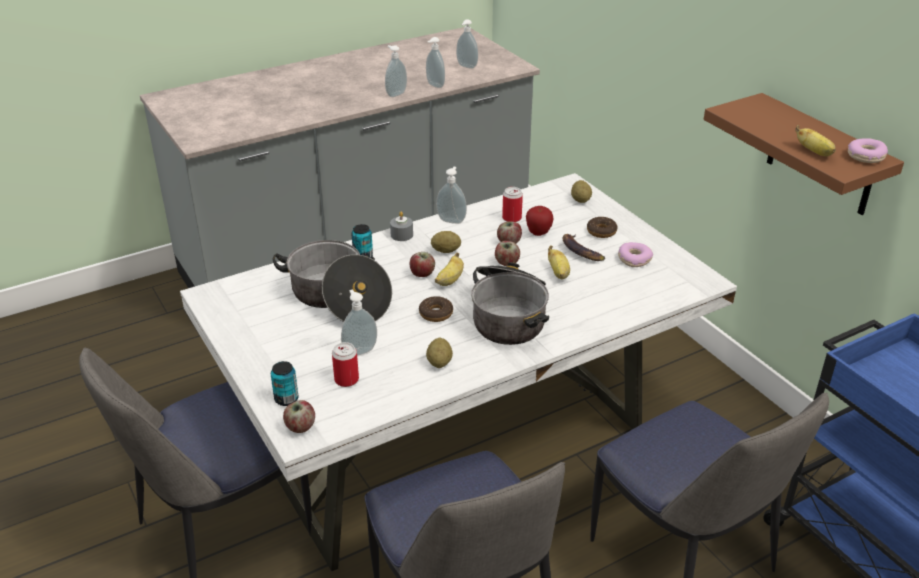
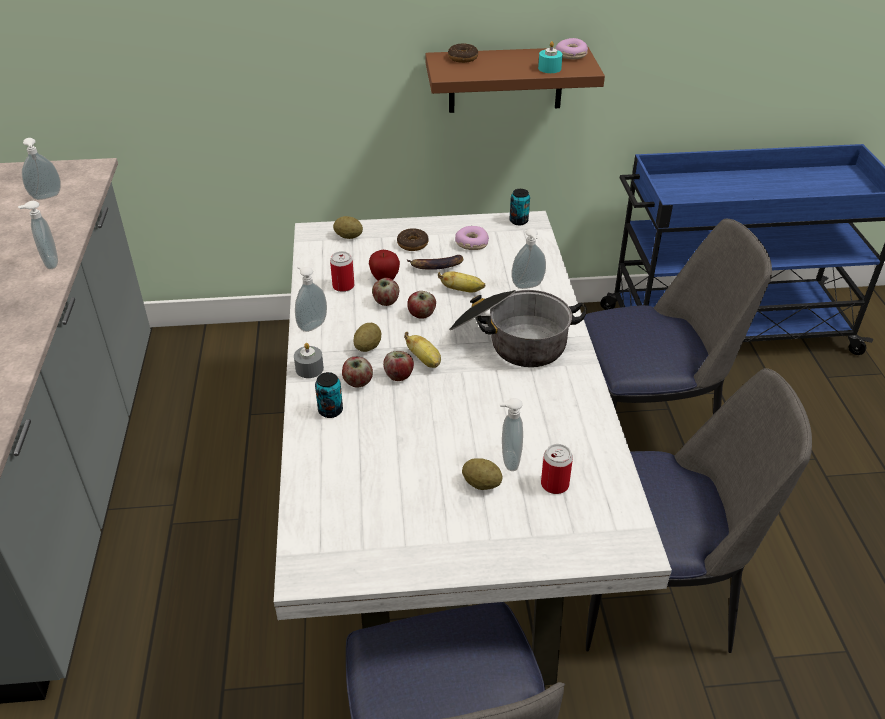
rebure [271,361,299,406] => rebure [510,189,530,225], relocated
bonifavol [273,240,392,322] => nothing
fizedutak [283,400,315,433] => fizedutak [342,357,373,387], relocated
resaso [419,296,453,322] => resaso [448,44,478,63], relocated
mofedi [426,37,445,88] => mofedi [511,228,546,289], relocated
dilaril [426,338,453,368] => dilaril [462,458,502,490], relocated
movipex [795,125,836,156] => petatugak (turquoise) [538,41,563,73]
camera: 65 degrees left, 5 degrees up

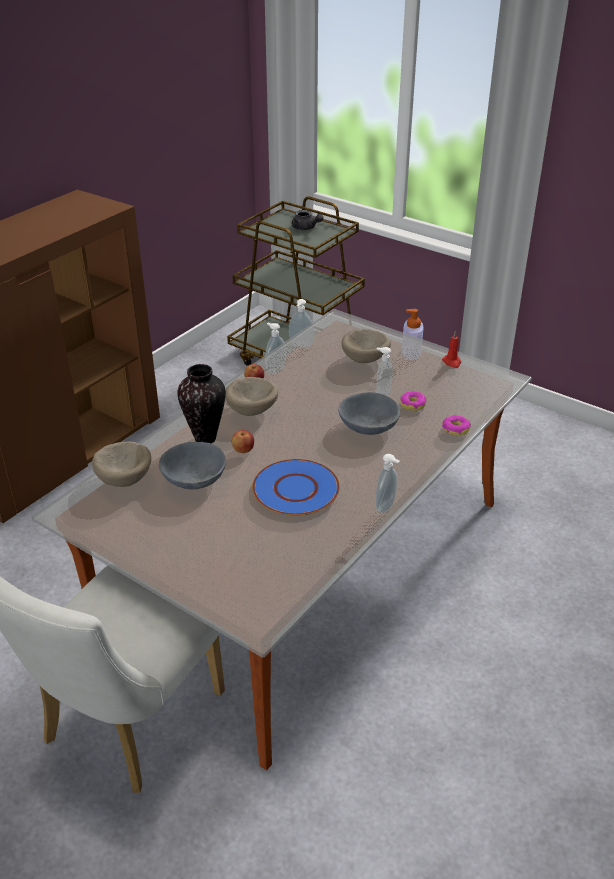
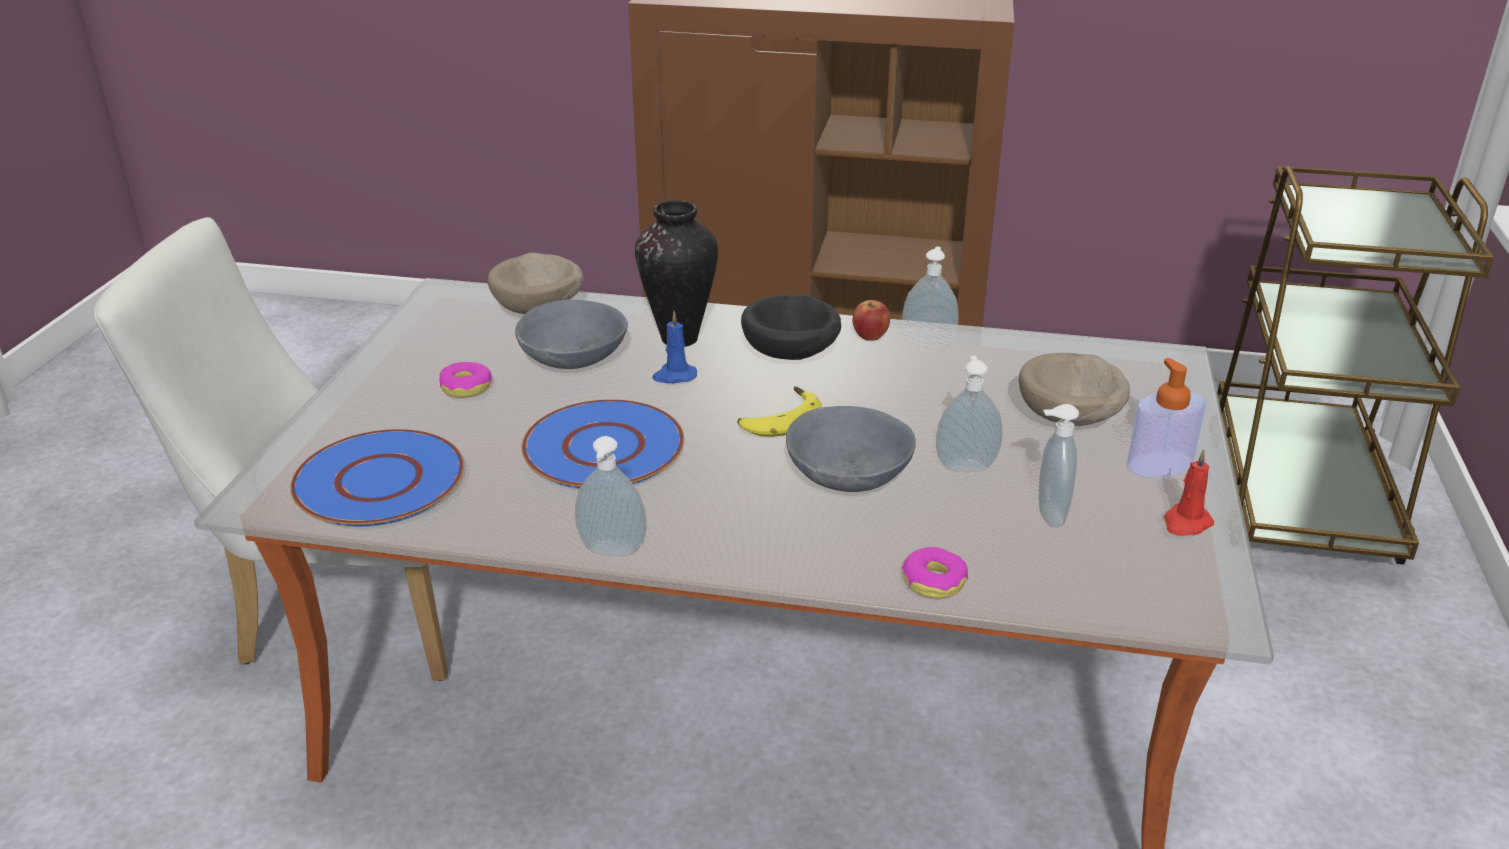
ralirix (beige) [225,377,278,416] => ralirix (black) [741,294,841,360]
fizedutak [232,430,254,453] => petatugak (blue) [652,311,697,383]
mofedi [289,299,315,348] => mofedi [1039,404,1079,527], relocated
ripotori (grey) [292,210,324,230] => nothing
resaso [400,391,426,411] => resaso [439,362,492,397], relocated
nothing => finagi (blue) [290,429,464,526]
nothing => movipex [737,386,822,437]
camera: 65 degrees right, 5 degrees down

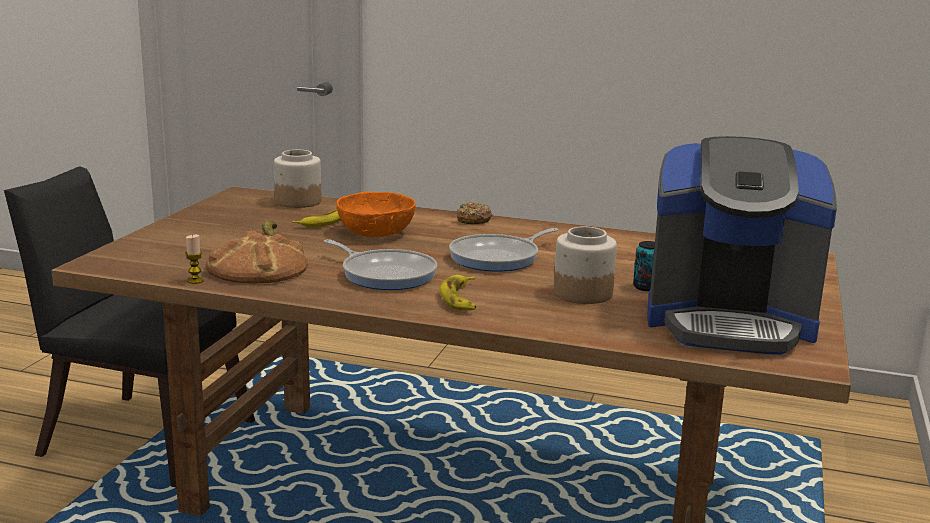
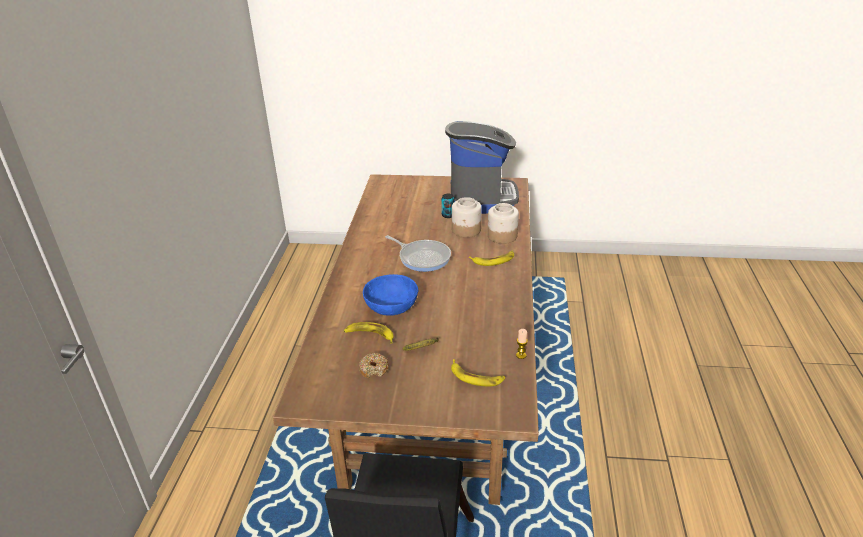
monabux [206,231,308,284] => nothing
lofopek [274,150,321,208] => lofopek [488,203,519,244], relocated
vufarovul [324,239,437,290] => nothing
ralirix (orange) [337,191,416,237] => ralirix (blue) [363,274,418,316]
resaso [457,202,493,224] => resaso [359,353,389,378], relocated
nothing => movipex [451,359,505,387]
camera: 100 degrees left, 15 degrees up

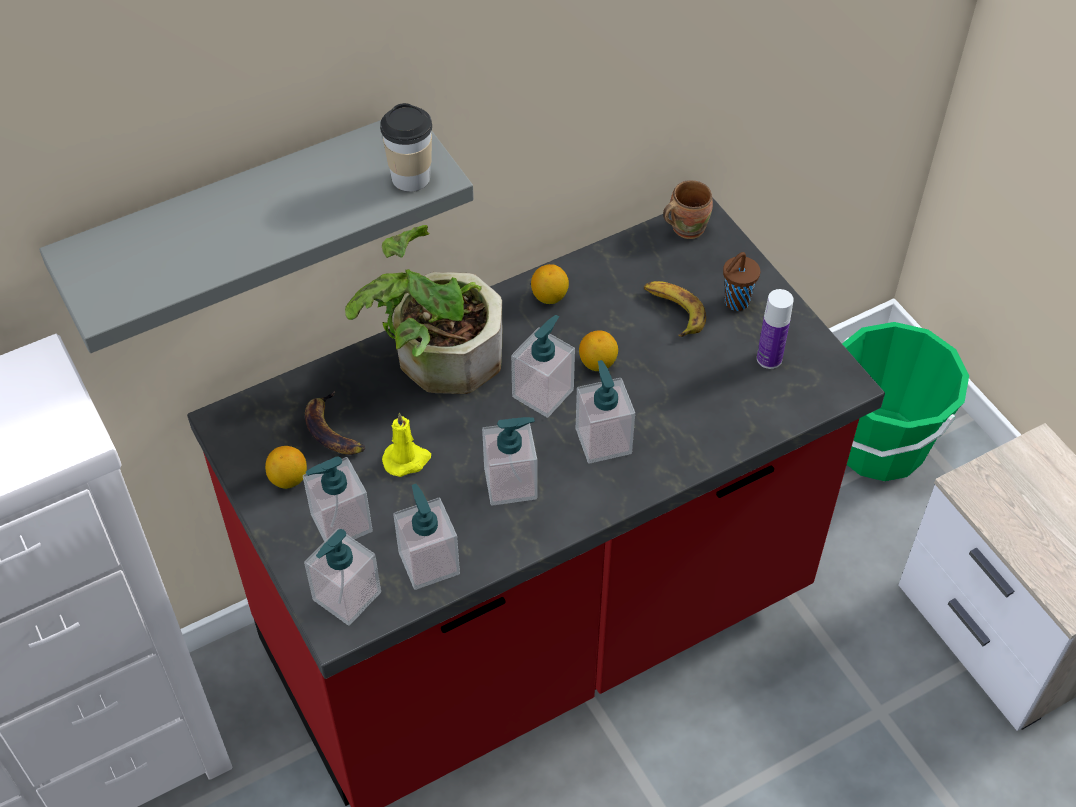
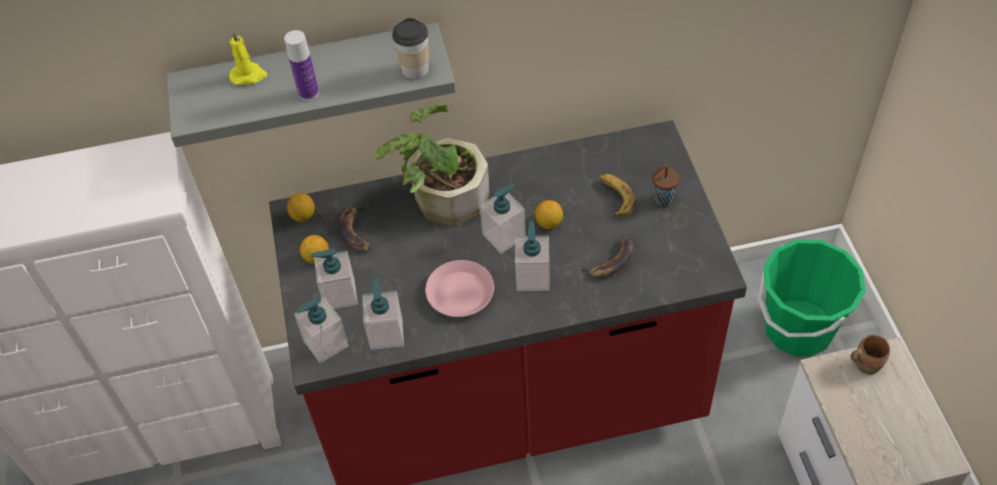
petatugak (yellow) [382,413,431,477] => petatugak (yellow) [229,30,268,85], relocated
mofedi [482,417,537,506] => finagi (pink) [425,260,494,317]
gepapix [531,264,569,304] => gepapix [287,193,315,222], relocated
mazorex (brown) [663,180,713,239] => mazorex (brown) [851,335,890,375], relocated
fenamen [757,289,794,369] => fenamen [284,30,319,100], relocated
nothing => movipex [578,236,633,277]
camera: 20 degrees right, 0 degrees up

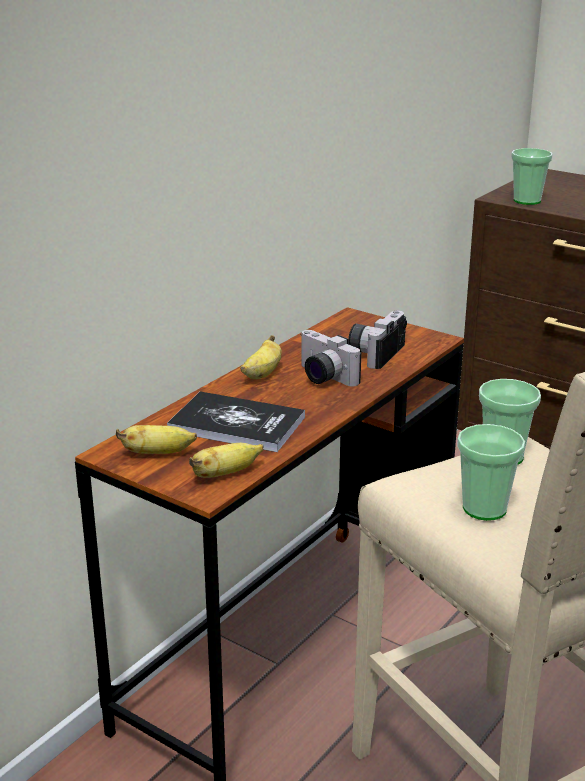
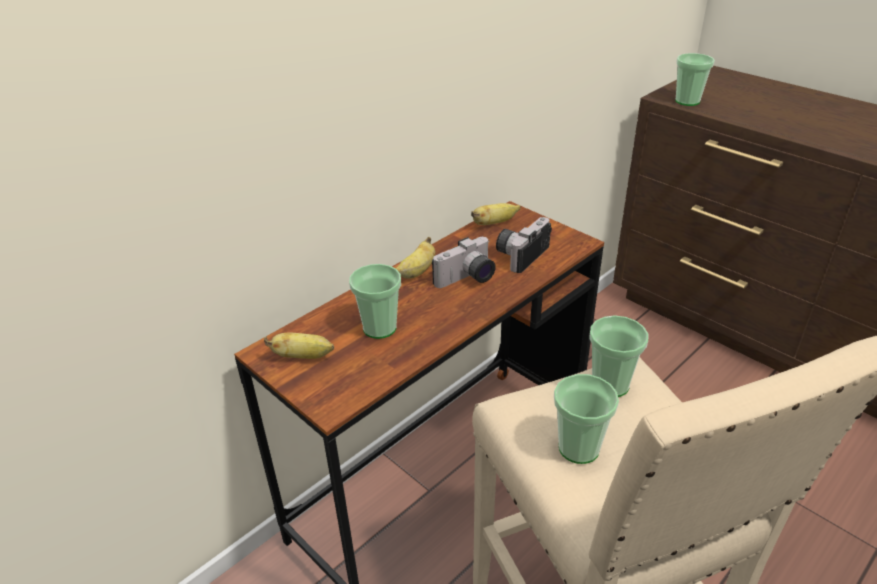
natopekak [167,391,305,452] => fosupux [349,264,401,339]
movipex [189,443,263,478] => movipex [471,203,521,225], relocated
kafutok [300,330,361,387] => kafutok [432,237,496,288], 90 degrees counterclockwise
camera: 10 degrees right, 10 degrees up

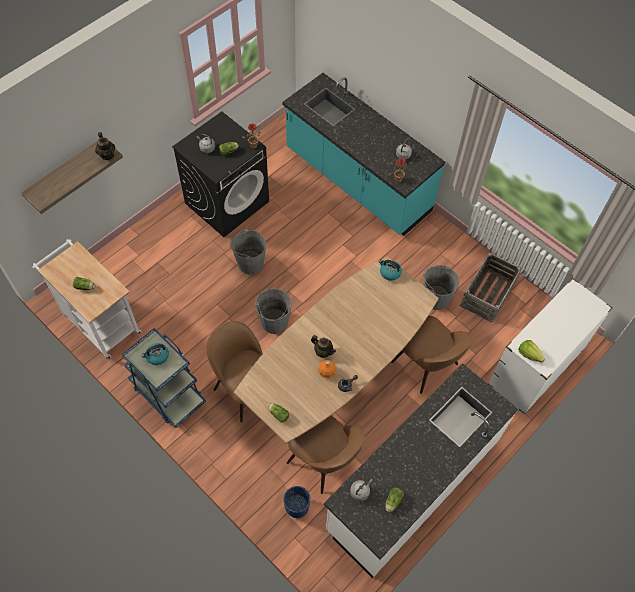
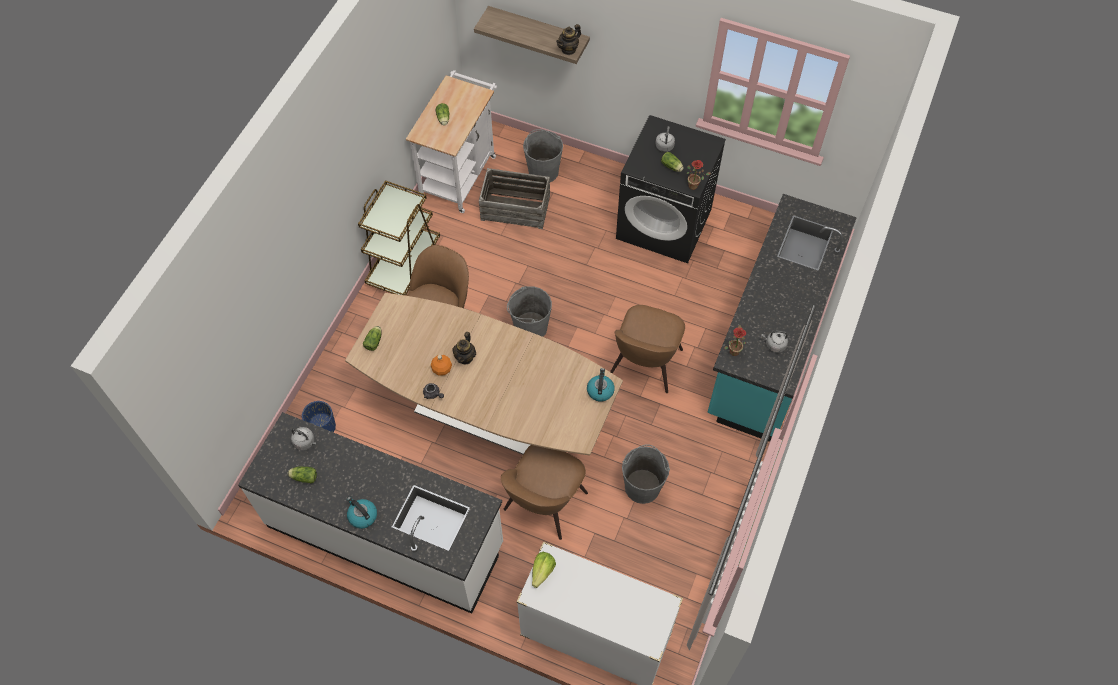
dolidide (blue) [121,328,206,428] => dolidide (brown) [358,180,440,296]
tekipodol [141,343,169,365] => tekipodol [347,496,377,529], relocated
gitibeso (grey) [230,229,266,274] => gitibeso (grey) [523,129,563,182], relocated
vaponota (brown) [287,415,365,494] => vaponota (brown) [610,305,685,393], relocated
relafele [460,252,522,323] => relafele [479,168,550,229], relocated
camera: 70 degrees right, 0 degrees up

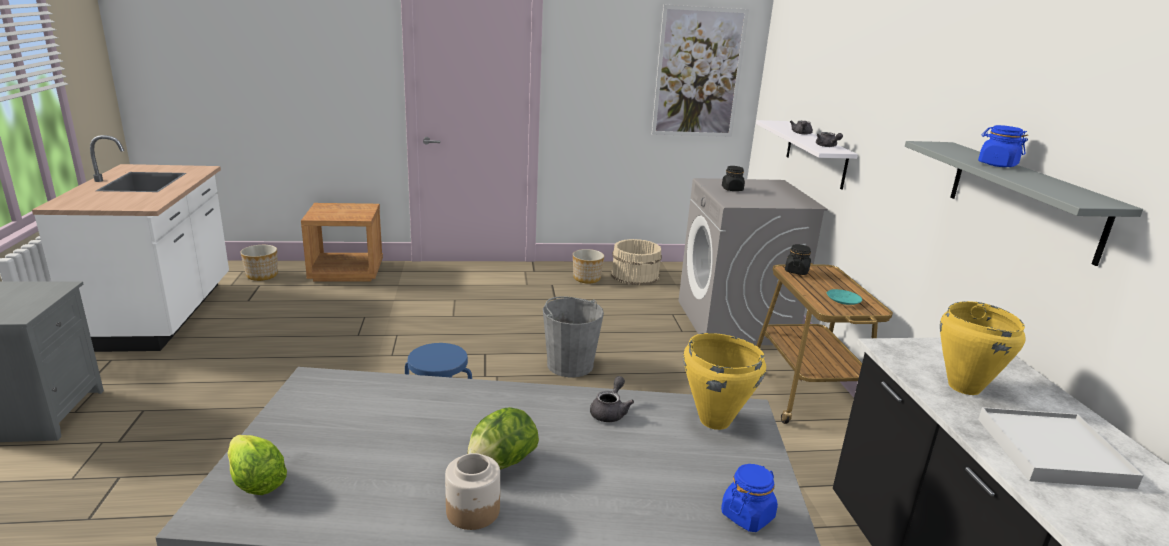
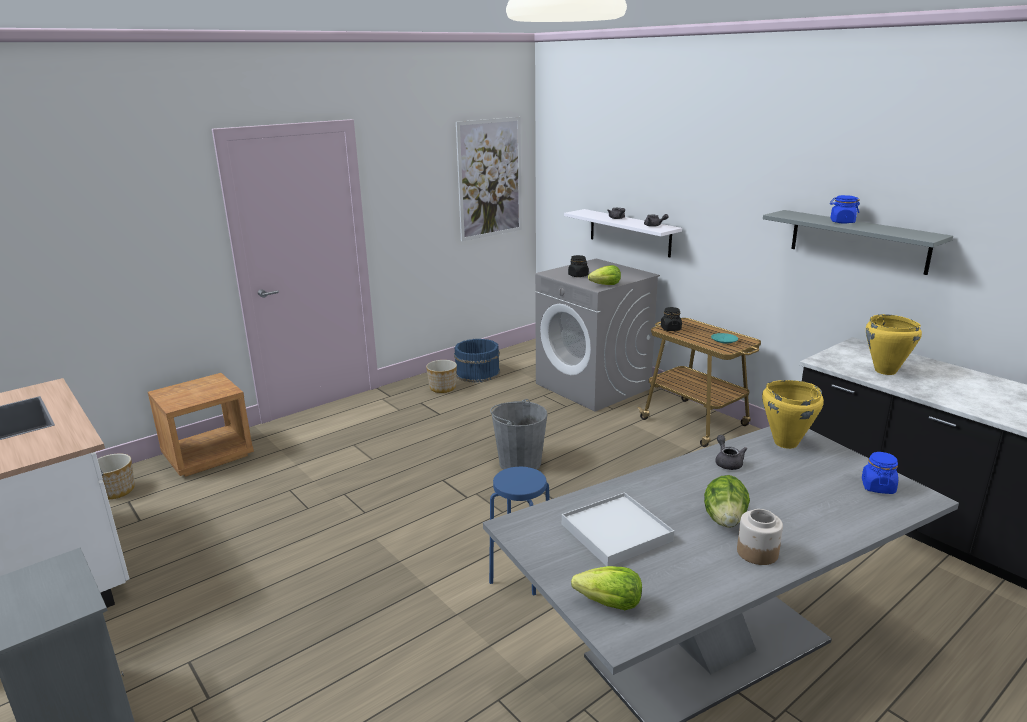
gitibeso (beige) [611,239,662,285] => gitibeso (blue) [454,339,500,383]
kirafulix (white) [978,407,1144,489] => kirafulix (white) [562,492,674,566], relocated
nothing => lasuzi [588,265,621,285]
camera: 30 degrees left, 0 degrees up

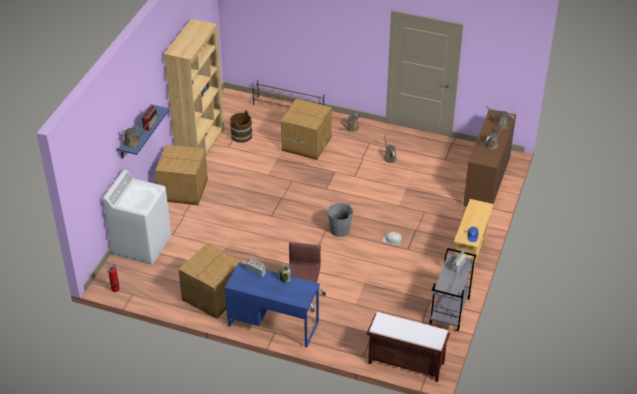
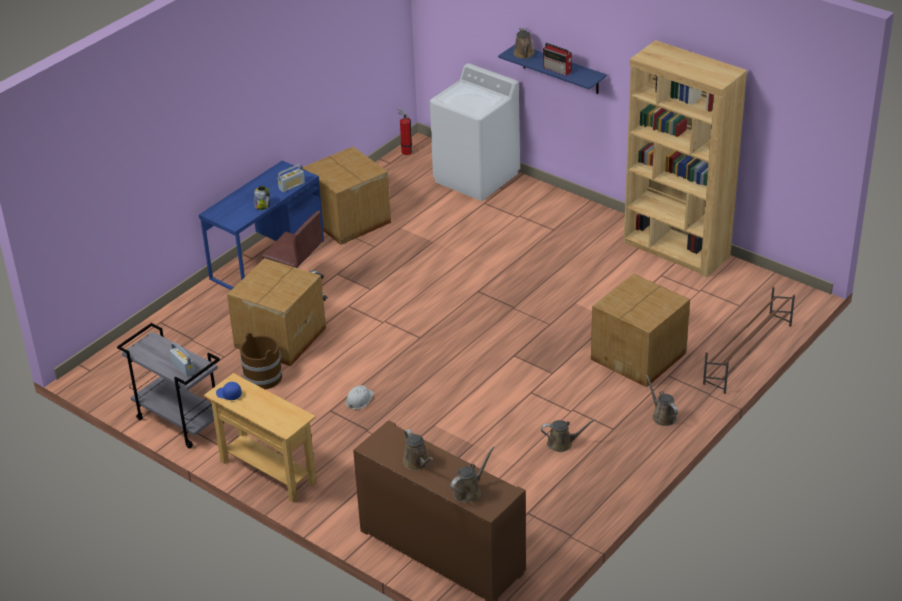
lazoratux [155,145,208,205] => lazoratux [227,258,326,366], relocated
gitibeso (brown) [230,110,253,143] => gitibeso (brown) [240,332,282,389], relocated
gitibeso (grey) [328,203,353,237] => nothing
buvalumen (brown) [367,312,450,382] => nothing
camera: 110 degrees right, 5 degrees down

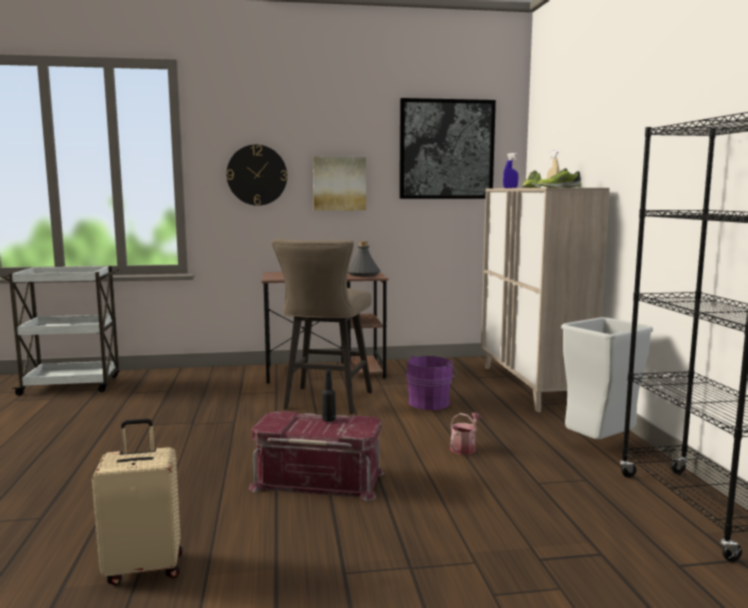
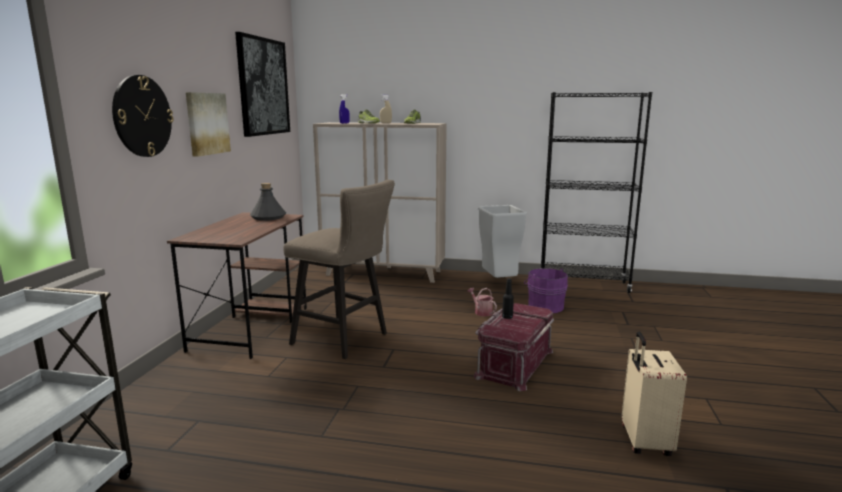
gitibeso (purple) [406,355,458,410] => gitibeso (purple) [524,268,568,313], relocated
camera: 70 degrees left, 5 degrees up

